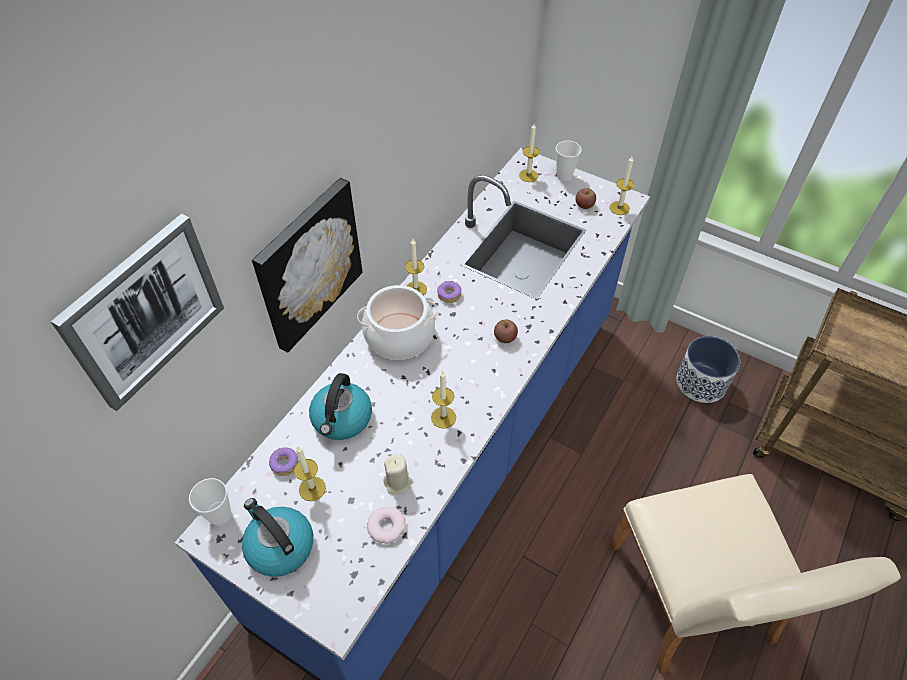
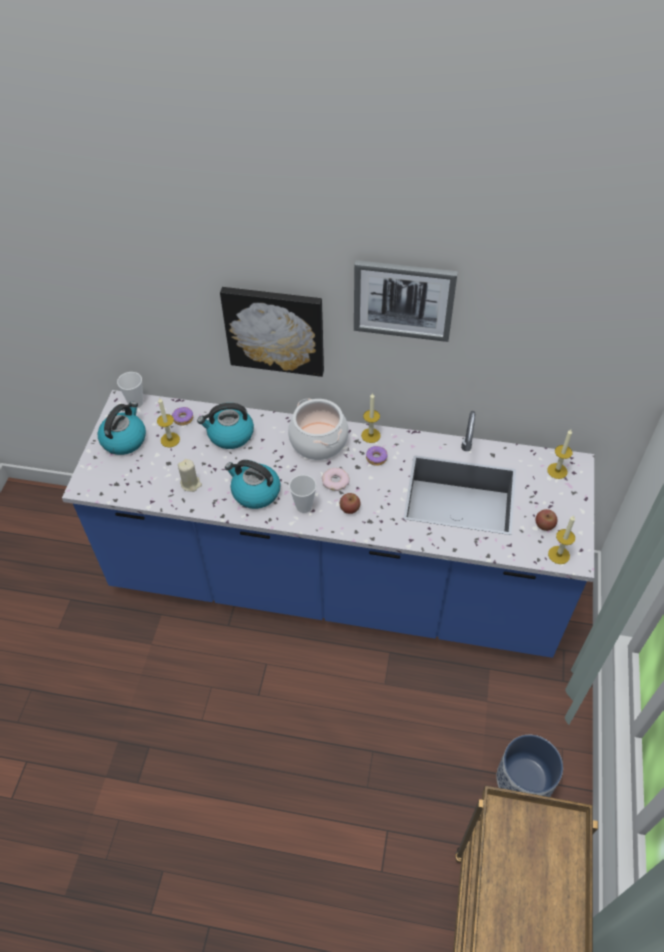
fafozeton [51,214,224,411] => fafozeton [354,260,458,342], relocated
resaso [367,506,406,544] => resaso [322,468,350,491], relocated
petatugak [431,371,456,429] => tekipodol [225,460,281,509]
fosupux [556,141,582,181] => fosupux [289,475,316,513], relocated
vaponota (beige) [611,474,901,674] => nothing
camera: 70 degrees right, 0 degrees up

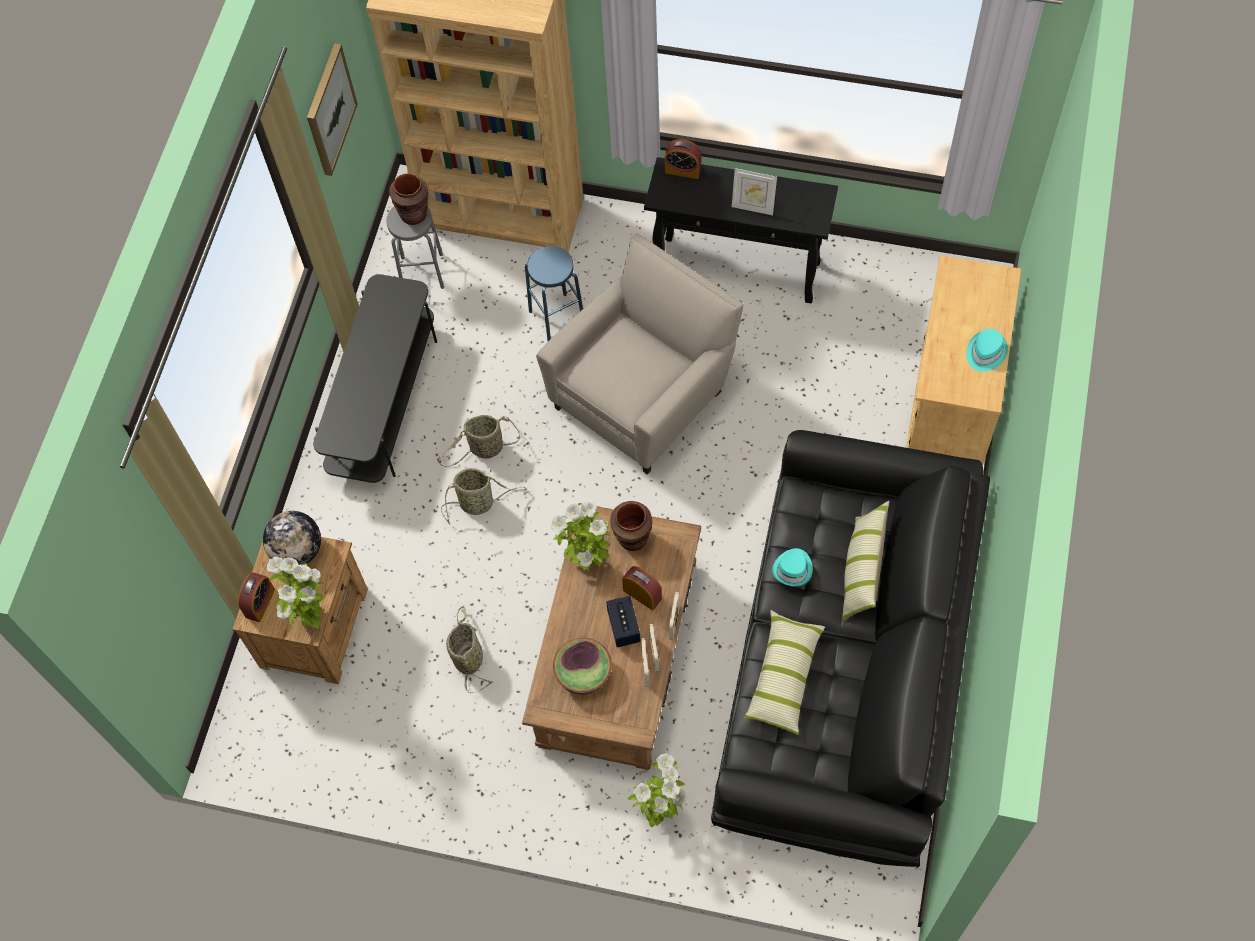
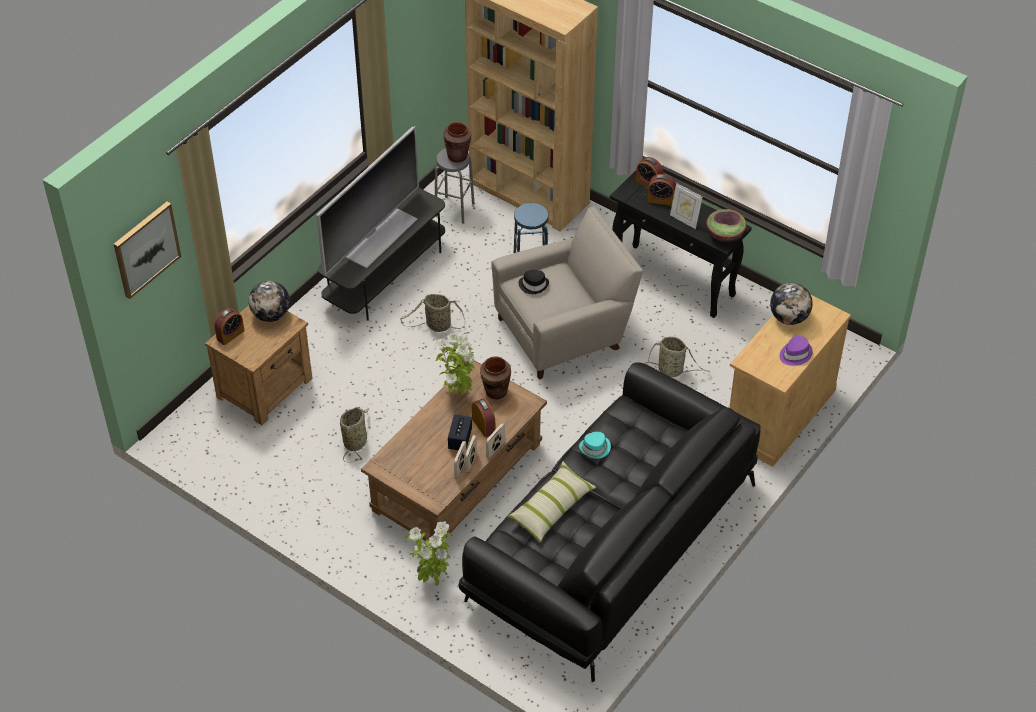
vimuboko [267,557,325,628] => nothing
fafozeton [307,43,358,176] => fafozeton [114,202,181,299], relocated
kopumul [441,468,527,524] => kopumul [644,337,710,377], relocated
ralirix [553,638,612,695] => ralirix [707,209,747,242], relocated
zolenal [842,501,889,621] => nothing
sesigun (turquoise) [966,329,1008,372] => sesigun (purple) [780,335,813,366]
nothing => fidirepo [316,126,419,276]
nothing => sesigun (black) [519,270,549,294]
nothing => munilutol [647,174,675,206]
nothing => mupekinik [770,283,813,325]
camera: 20 degrees right, 15 degrees down

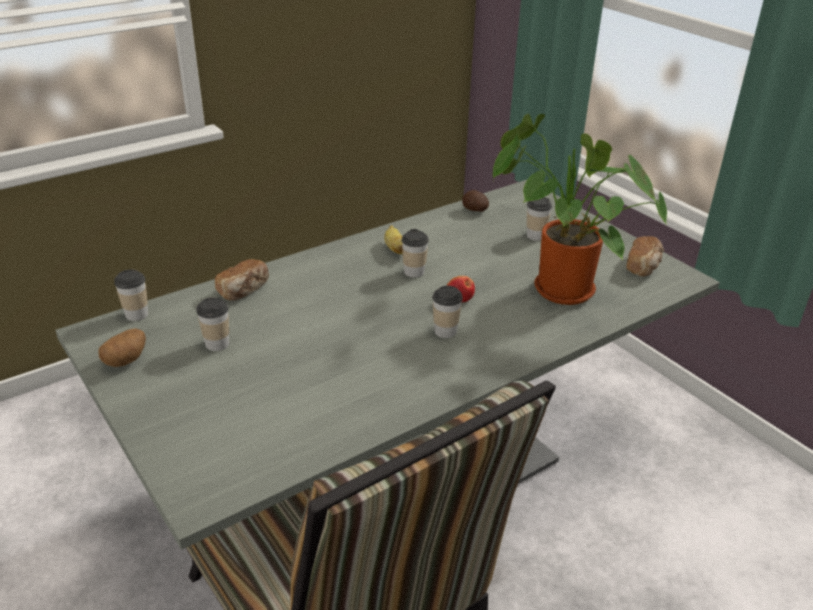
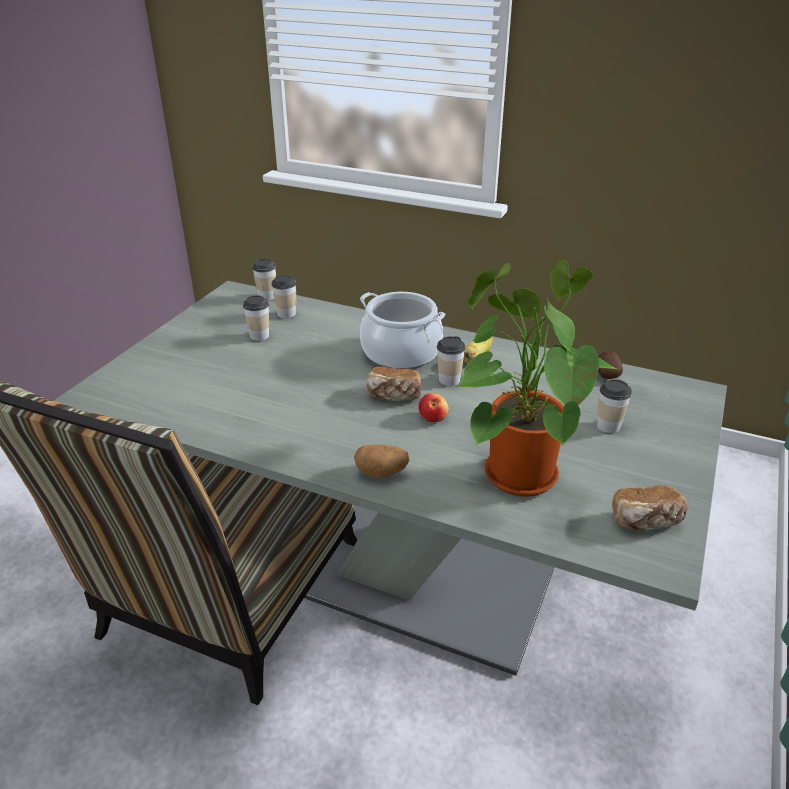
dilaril [99,328,146,367] => dilaril [354,445,410,478], relocated
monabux [215,259,269,300] => monabux [367,367,421,401], relocated
fosupux [432,286,463,338] => fosupux [272,275,296,318], relocated
nothing => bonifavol [360,292,445,369]
camera: 60 degrees right, 0 degrees up

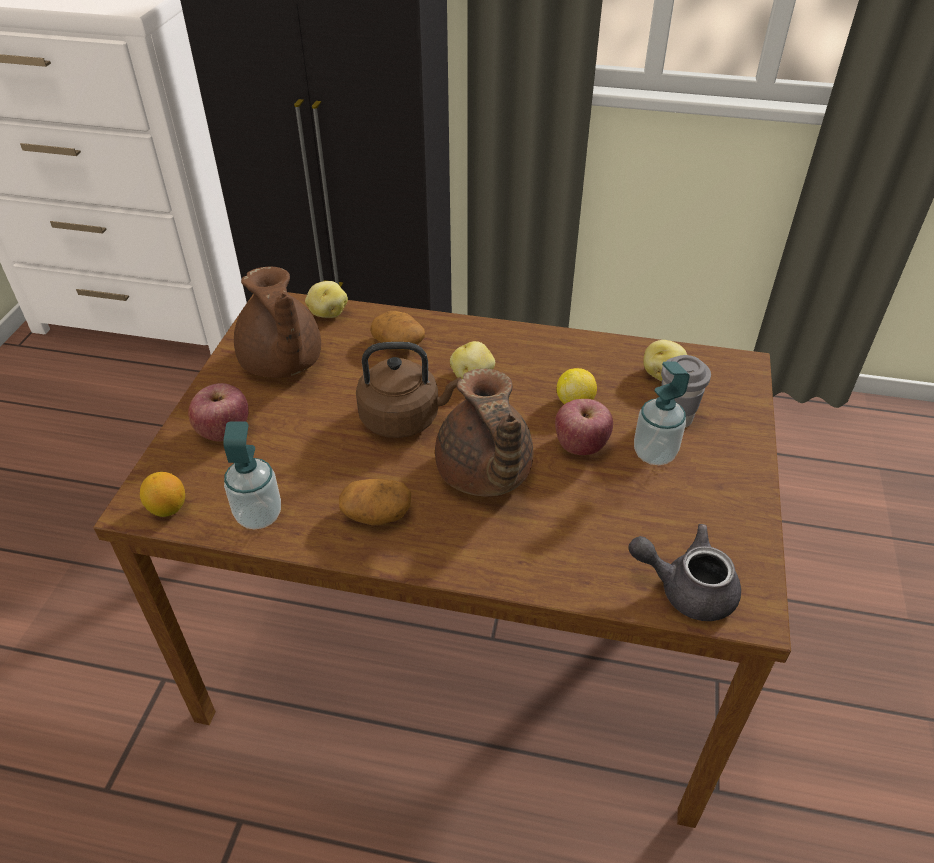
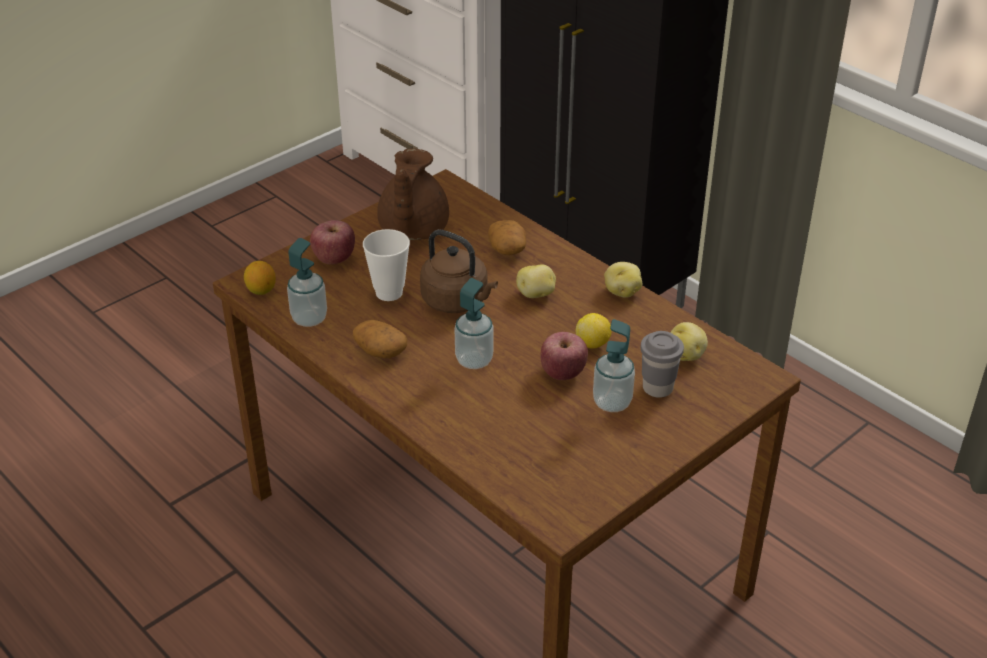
dilaril [305,281,348,318] => dilaril [604,262,642,298], relocated
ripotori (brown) [435,369,533,496] => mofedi [455,278,494,369]
ripotori (grey) [629,524,741,621] => nothing
nothing => fosupux [363,229,410,301]
camera: 35 degrees right, 5 degrees down

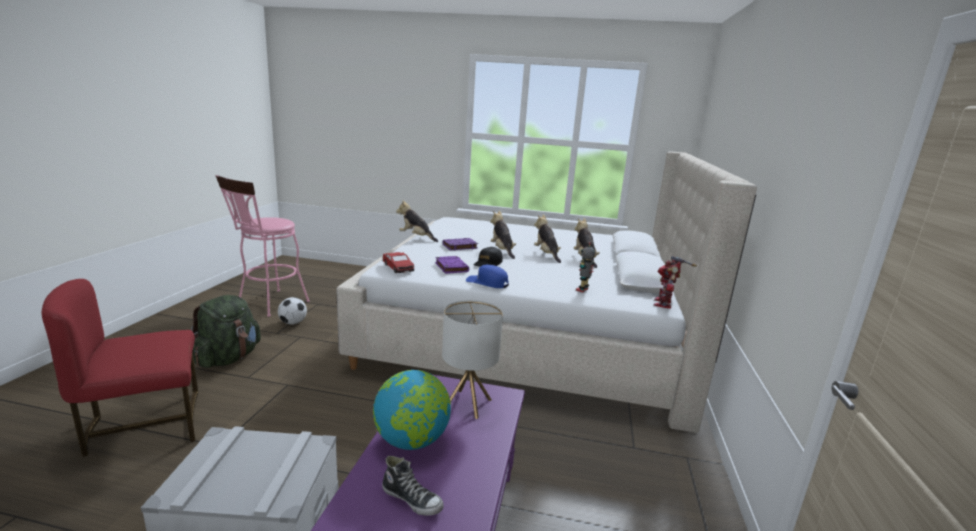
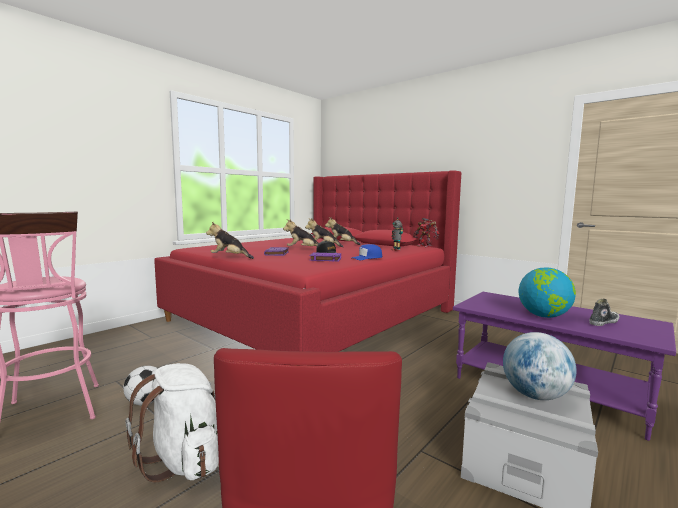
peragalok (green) [191,295,261,368] => peragalok (white) [126,363,219,483]
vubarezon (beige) [336,151,757,433] => vubarezon (red) [154,170,461,352]
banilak [383,252,414,273] => nothing
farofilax [396,200,438,242] => farofilax [206,222,254,259], 45 degrees clockwise
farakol [442,300,503,419] => nothing
nothing => mupekinik [503,332,577,400]
camera: 60 degrees left, 10 degrees down

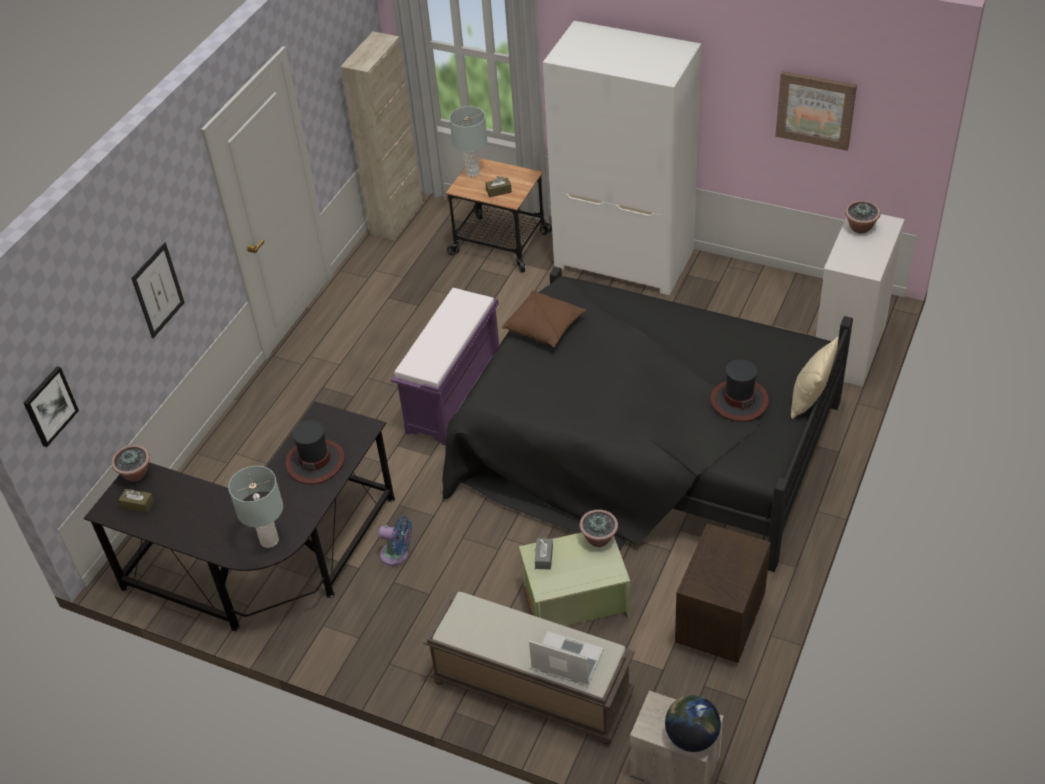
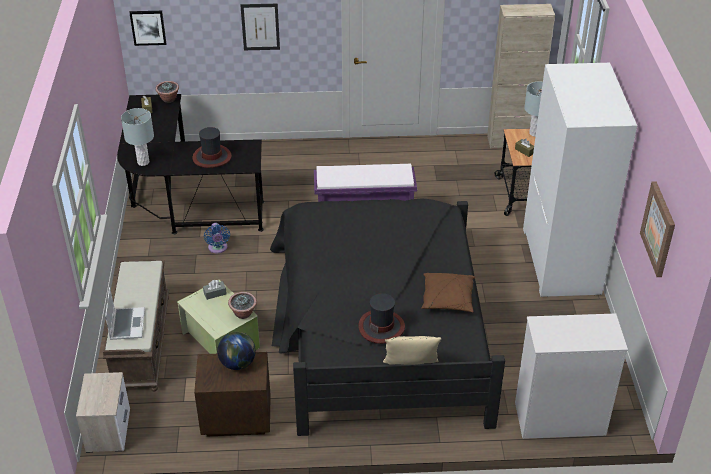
zolenal (brown) [502,290,587,347] => zolenal (brown) [421,273,475,313], relocated
mupekinik [665,695,721,752] => mupekinik [217,332,256,370], relocated
vimuboko [845,200,881,234] => nothing
camera: 60 degrees right, 5 degrees down

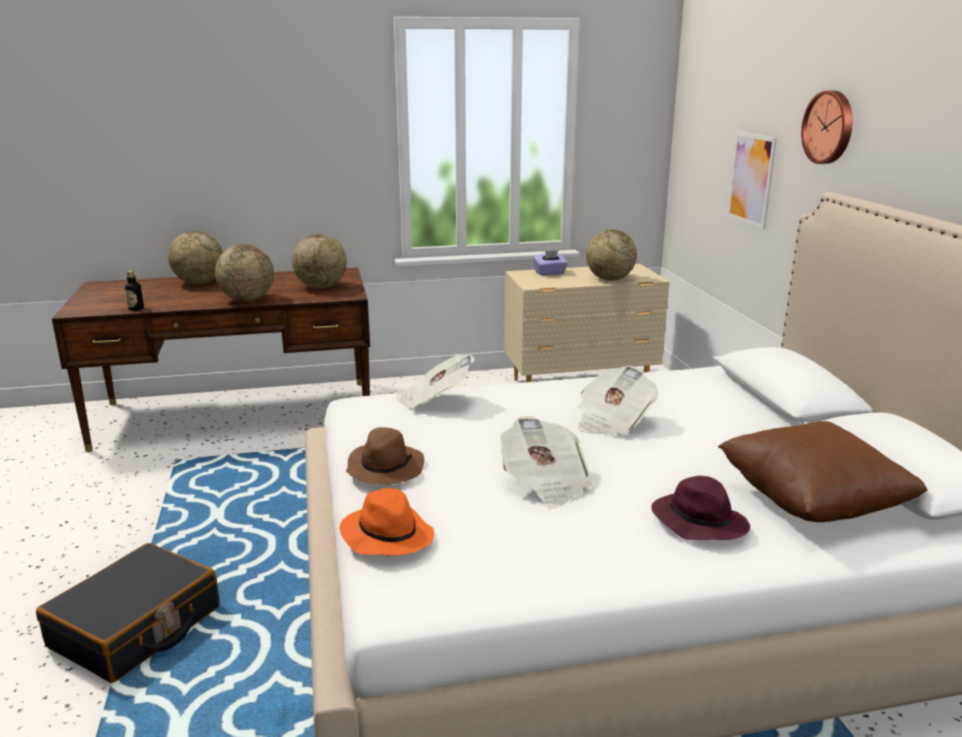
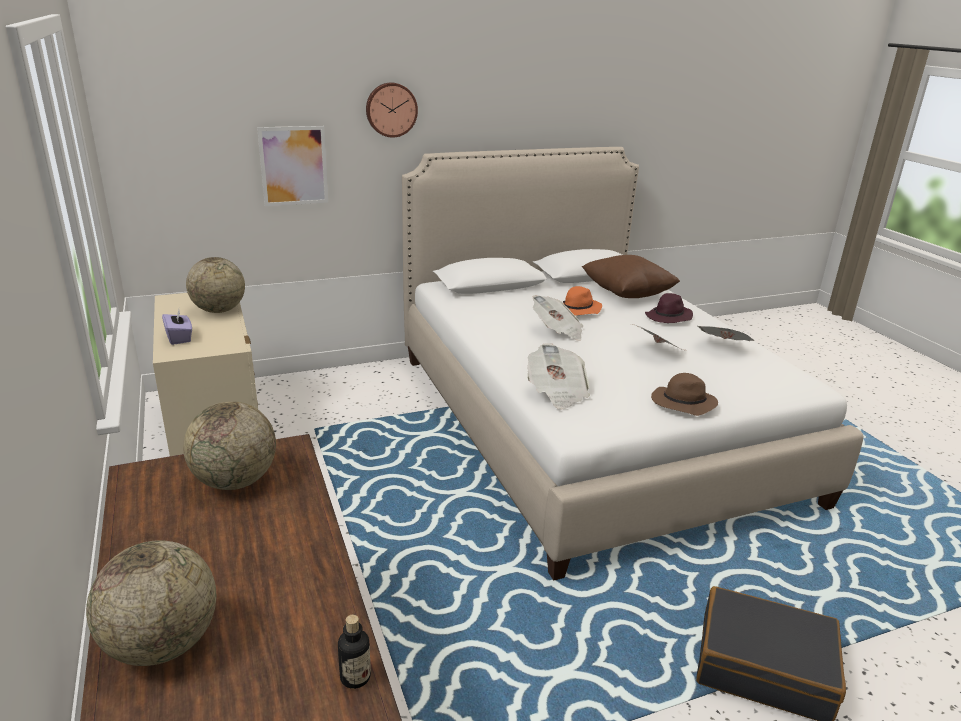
mupekinik [215,244,274,301] => nothing
sesigun (orange) [340,488,434,556] => sesigun (orange) [563,286,602,315], relocated
nothing => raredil [698,326,754,341]
camera: 100 degrees left, 5 degrees up

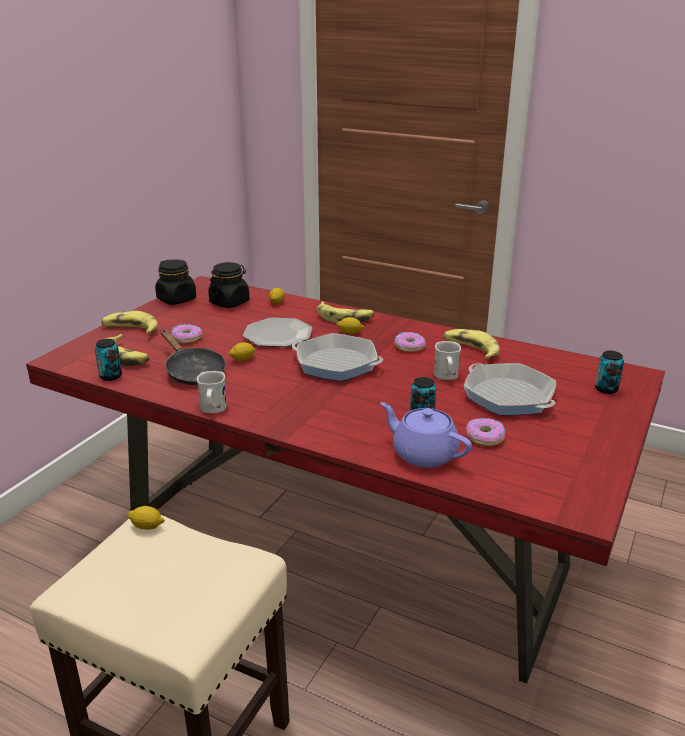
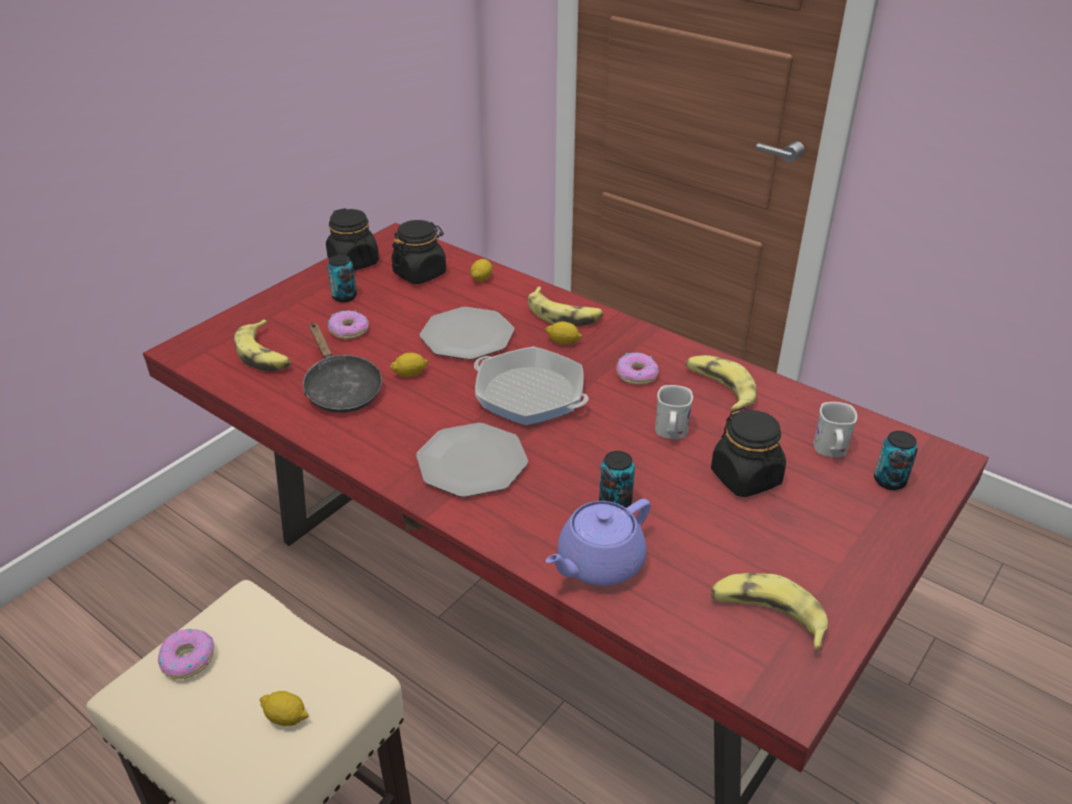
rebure [95,339,122,381] => rebure [327,255,357,302], relocated
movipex [101,311,158,334] => movipex [711,573,828,650], relocated
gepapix [127,506,165,530] => gepapix [260,691,309,726], relocated
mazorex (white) [197,371,227,413] => mazorex (white) [813,402,857,457], relocated
ripotori (purple) [380,402,472,468] => ripotori (purple) [546,499,651,586], 90 degrees counterclockwise
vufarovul [464,363,556,415] => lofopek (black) [711,407,786,497]
resaso [466,418,506,446] => resaso [158,629,214,679], relocated
nothing => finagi [416,423,528,497]
camera: 10 degrees right, 10 degrees up

